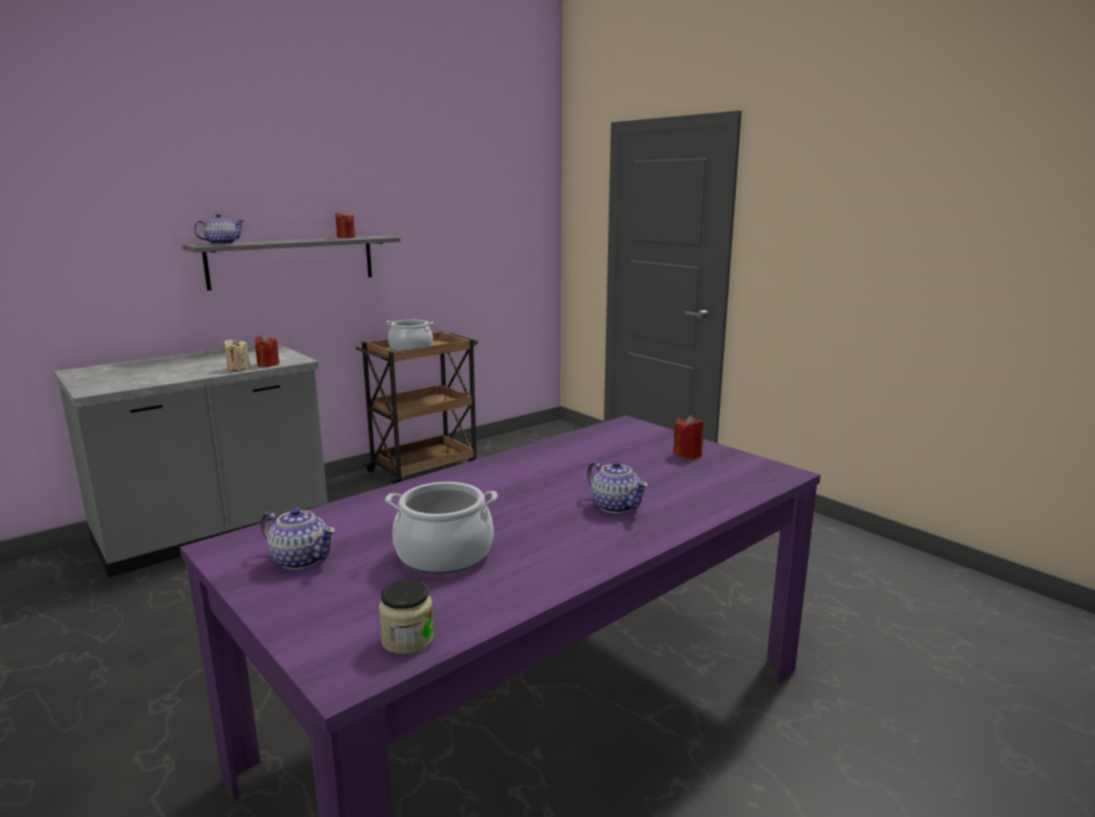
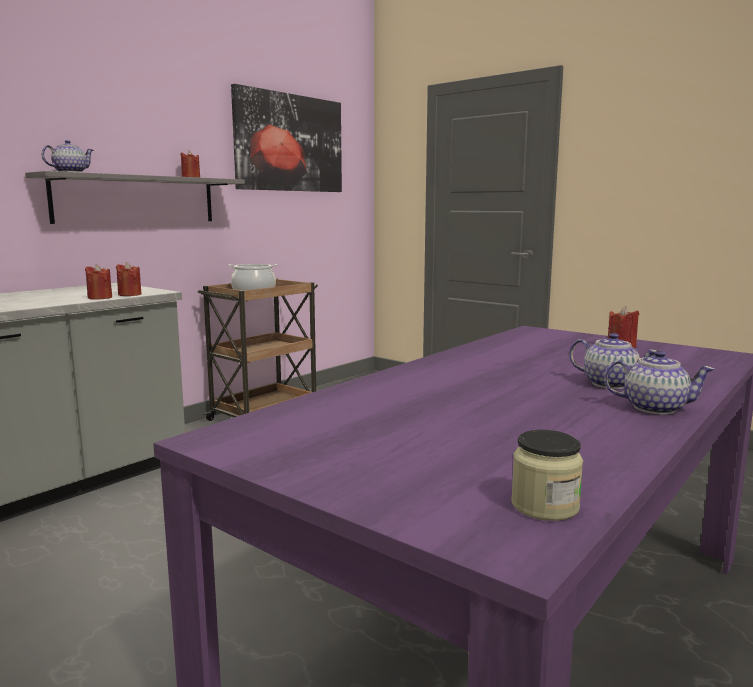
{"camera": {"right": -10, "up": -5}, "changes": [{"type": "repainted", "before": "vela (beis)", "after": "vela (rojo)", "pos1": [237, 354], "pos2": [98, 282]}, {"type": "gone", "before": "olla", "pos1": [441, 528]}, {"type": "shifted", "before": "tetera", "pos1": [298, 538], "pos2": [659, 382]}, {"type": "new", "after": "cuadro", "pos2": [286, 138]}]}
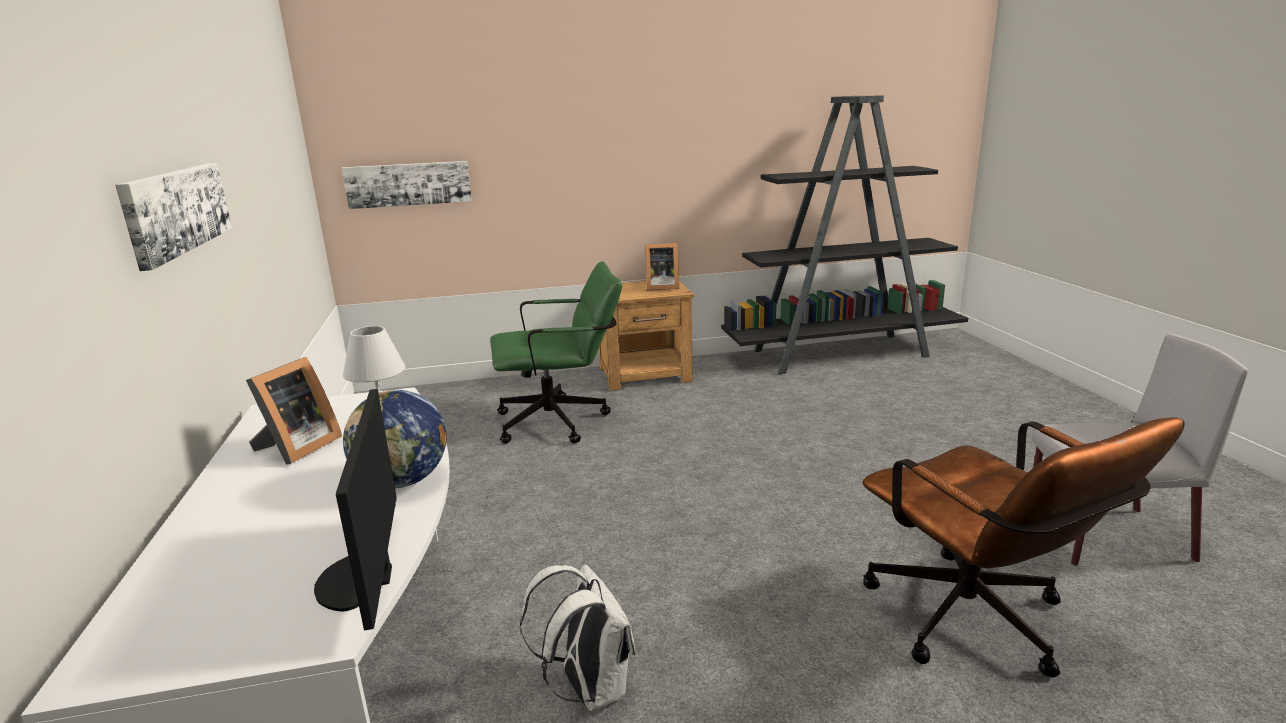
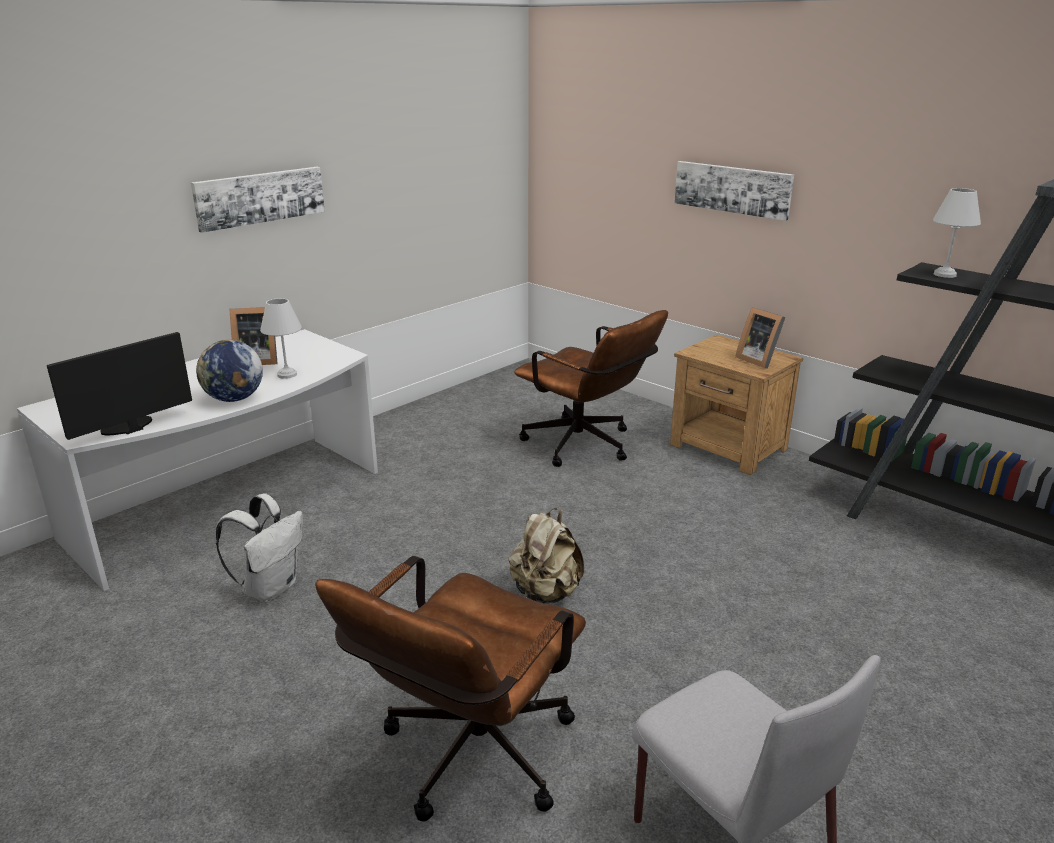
{"camera": {"right": 55, "up": 5}, "changes": [{"type": "shifted", "before": "cuadro", "pos1": [407, 185], "pos2": [734, 191]}, {"type": "repainted", "before": "silla de oficina (verde)", "after": "silla de oficina (marrón)", "pos1": [556, 352], "pos2": [591, 388]}, {"type": "new", "after": "lámpara de mesa (blanco)", "pos2": [957, 233]}, {"type": "new", "after": "mochila (beis)", "pos2": [546, 556]}]}
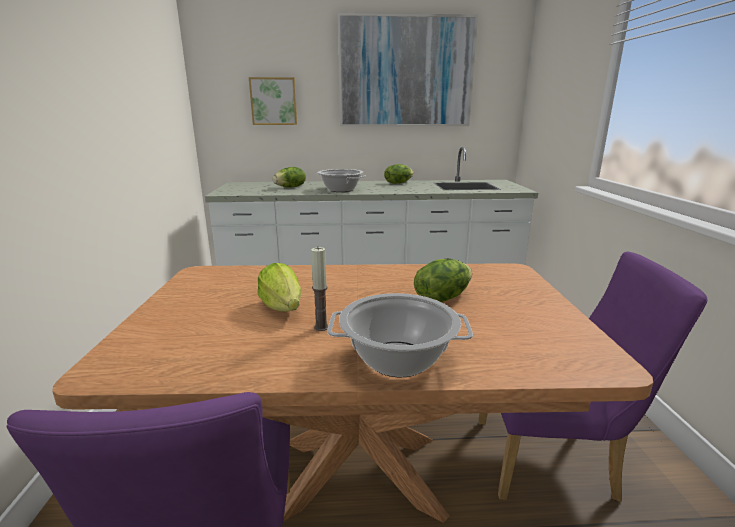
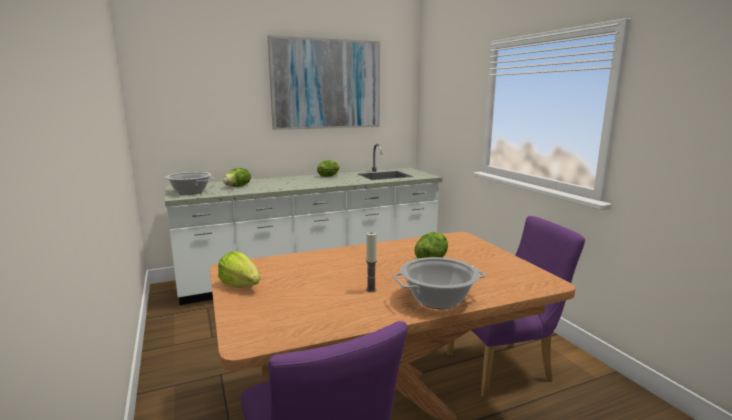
{"camera": {"right": -20, "up": -5}, "changes": [{"type": "gone", "before": "cuadro", "pos1": [273, 101]}, {"type": "shifted", "before": "olla", "pos1": [341, 180], "pos2": [189, 183]}, {"type": "shifted", "before": "lechuga", "pos1": [279, 287], "pos2": [239, 269]}]}
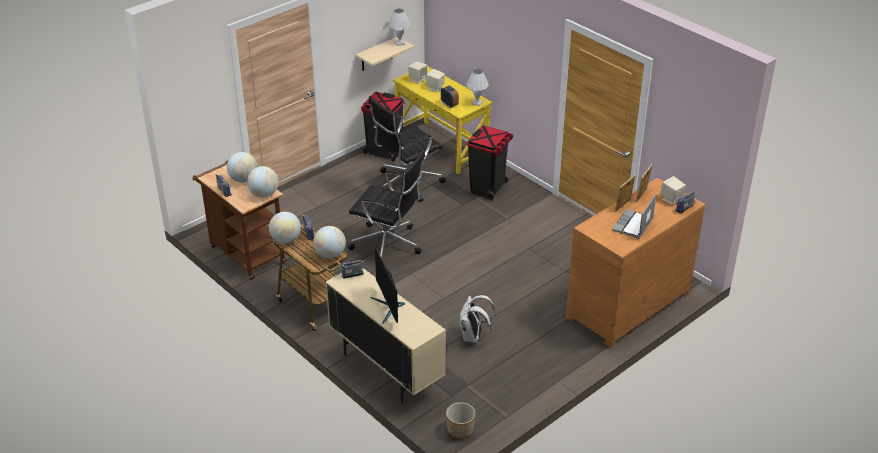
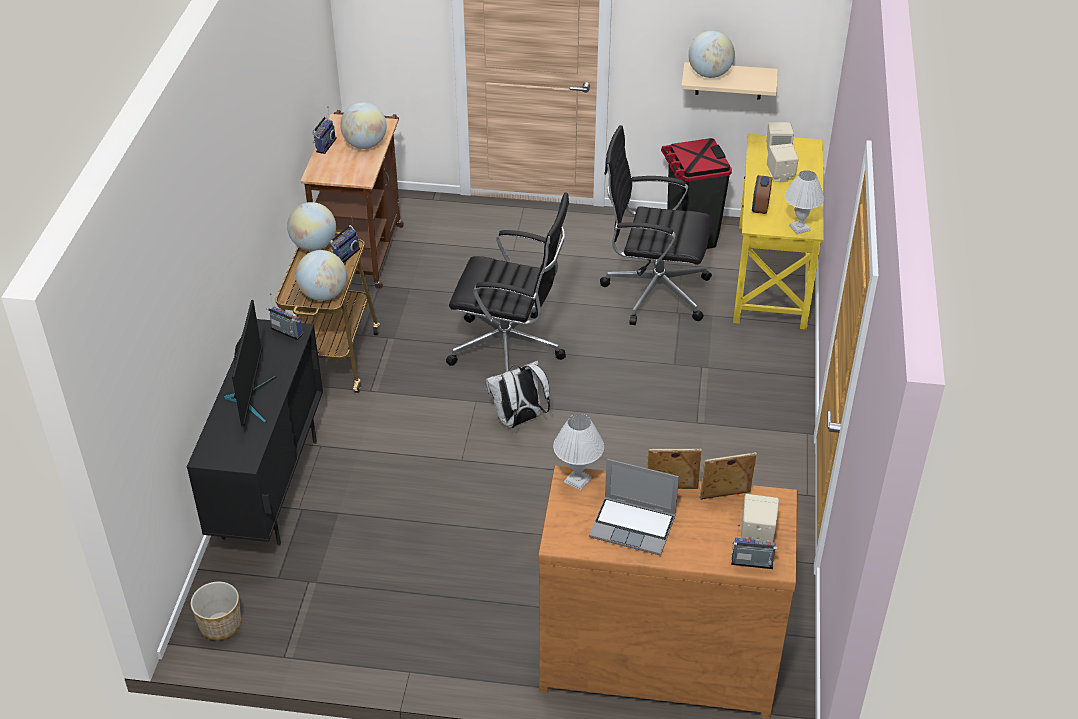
{"camera": {"right": 50, "up": 5}, "changes": [{"type": "shifted", "before": "lámpara de mesa (blanco)", "pos1": [399, 27], "pos2": [578, 452]}, {"type": "gone", "before": "papelera (negro)", "pos1": [490, 162]}, {"type": "rotated", "before": "silla de oficina (negro)", "pos1": [386, 203], "pos2": [507, 282], "turn": -60}, {"type": "shifted", "before": "globo terráqueo", "pos1": [262, 181], "pos2": [711, 54]}, {"type": "rotated", "before": "portátil", "pos1": [634, 216], "pos2": [634, 507], "turn": -150}, {"type": "rotated", "before": "monitor", "pos1": [388, 285], "pos2": [250, 363], "turn": 150}, {"type": "repainted", "before": "armario (beis)", "after": "armario (negro)", "pos1": [386, 335], "pos2": [255, 432]}, {"type": "shifted", "before": "mochila (blanco)", "pos1": [477, 319], "pos2": [517, 394]}]}
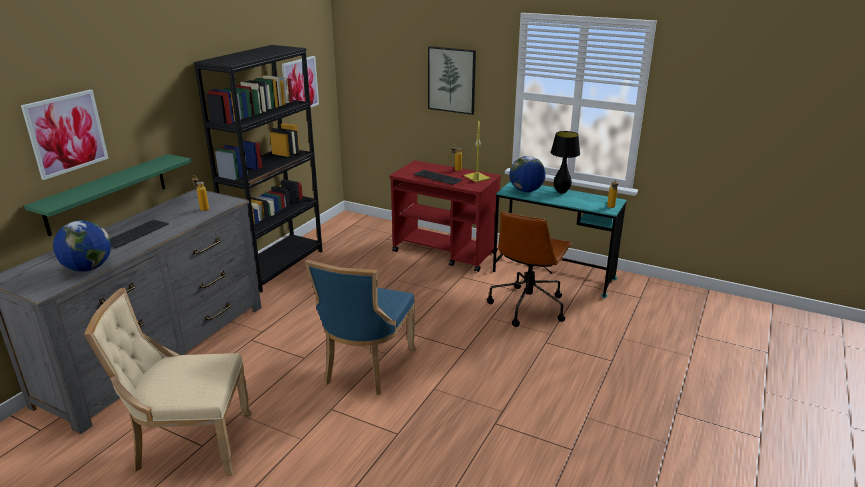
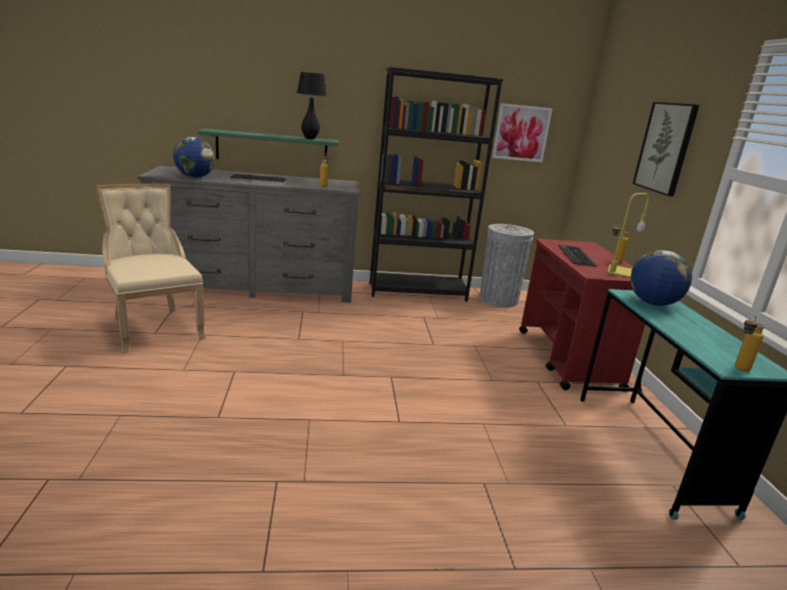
{"camera": {"right": 55, "up": -5}, "changes": [{"type": "gone", "before": "cuadro", "pos1": [65, 135]}, {"type": "shifted", "before": "lámpara de mesa (negro)", "pos1": [565, 162], "pos2": [312, 105]}, {"type": "gone", "before": "silla de oficina (marrón)", "pos1": [529, 269]}, {"type": "gone", "before": "silla (azul)", "pos1": [360, 327]}, {"type": "new", "after": "papelera (gris)", "pos2": [506, 265]}]}
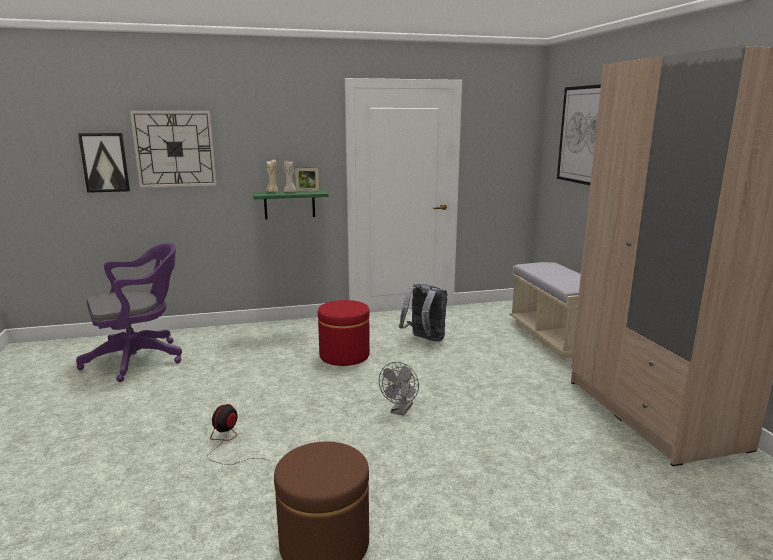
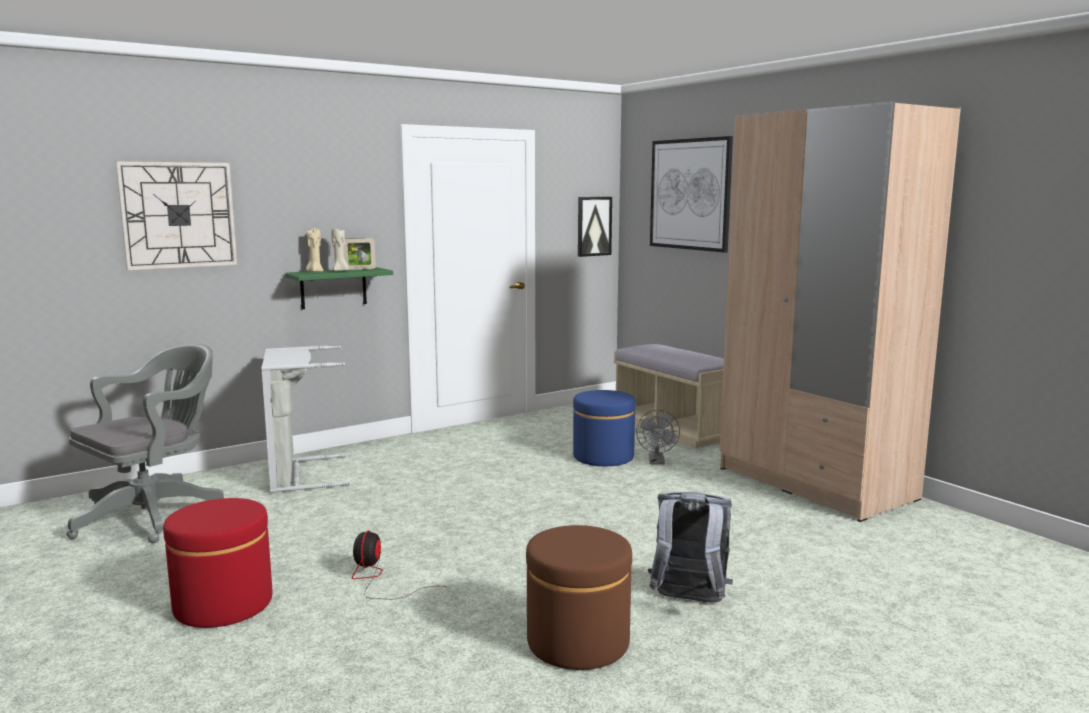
{"camera": {"right": -20, "up": -5}, "changes": [{"type": "shifted", "before": "cuadro", "pos1": [104, 163], "pos2": [595, 227]}, {"type": "repainted", "before": "silla de oficina (morado)", "after": "silla de oficina (gris)", "pos1": [129, 312], "pos2": [145, 443]}, {"type": "shifted", "before": "mochila (gris)", "pos1": [423, 312], "pos2": [690, 547]}, {"type": "shifted", "before": "puf (rojo)", "pos1": [344, 333], "pos2": [218, 563]}, {"type": "shifted", "before": "ventilador (gris)", "pos1": [399, 389], "pos2": [658, 437]}, {"type": "new", "after": "cesto de la ropa (gris)", "pos2": [306, 419]}, {"type": "new", "after": "puf (azul)", "pos2": [604, 428]}]}
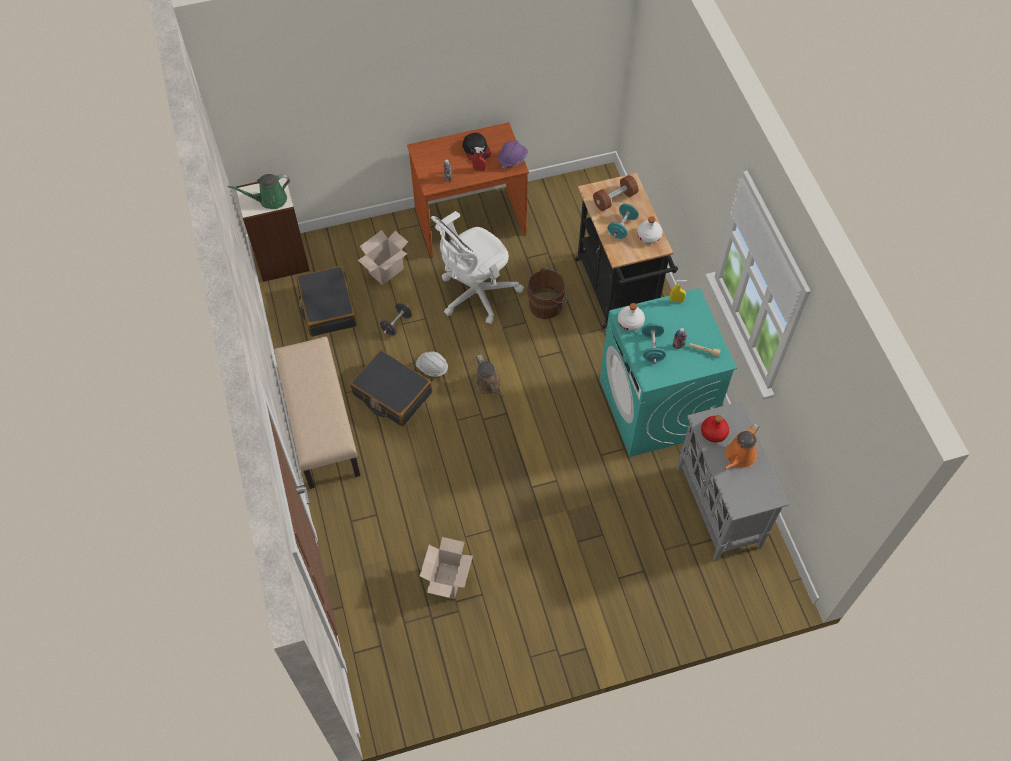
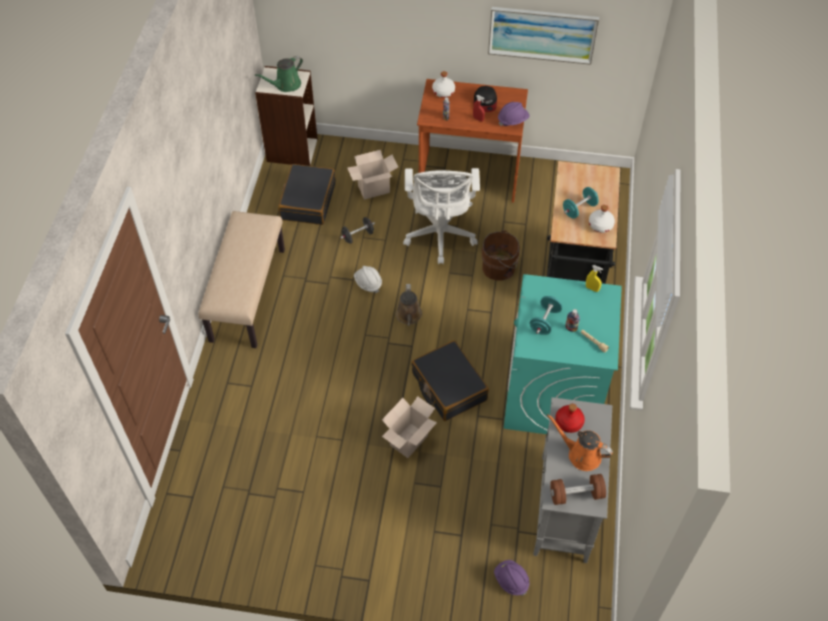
{"camera": {"right": 25, "up": -5}, "changes": [{"type": "rotated", "before": "regadera (verde)", "pos1": [259, 191], "pos2": [279, 74], "turn": -45}, {"type": "shifted", "before": "mancuerna (marrón)", "pos1": [615, 193], "pos2": [578, 489]}, {"type": "rotated", "before": "silla de oficina (blanco)", "pos1": [477, 268], "pos2": [441, 216], "turn": -75}, {"type": "shifted", "before": "botella (blanco)", "pos1": [631, 317], "pos2": [443, 84]}, {"type": "shifted", "before": "maleta (negro)", "pos1": [391, 388], "pos2": [450, 380]}, {"type": "rotated", "before": "regadera (naranja)", "pos1": [741, 446], "pos2": [580, 442], "turn": 60}, {"type": "shifted", "before": "caja de cartón", "pos1": [446, 568], "pos2": [409, 427]}, {"type": "new", "after": "cuadro", "pos2": [543, 36]}, {"type": "new", "after": "casco (morado)", "pos2": [512, 578]}]}
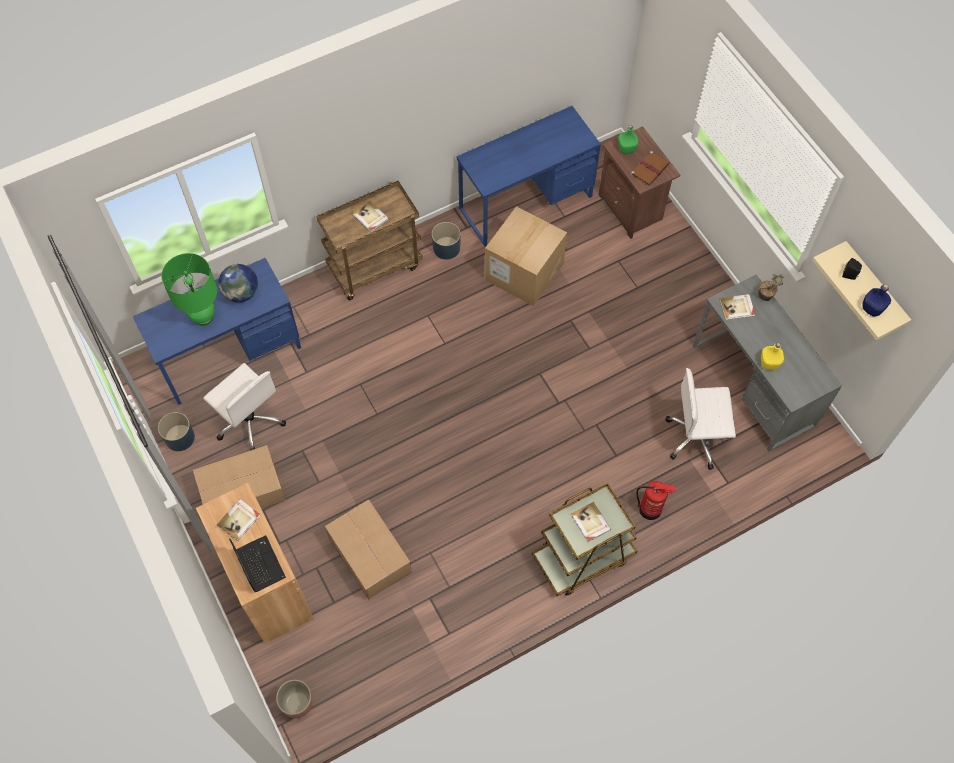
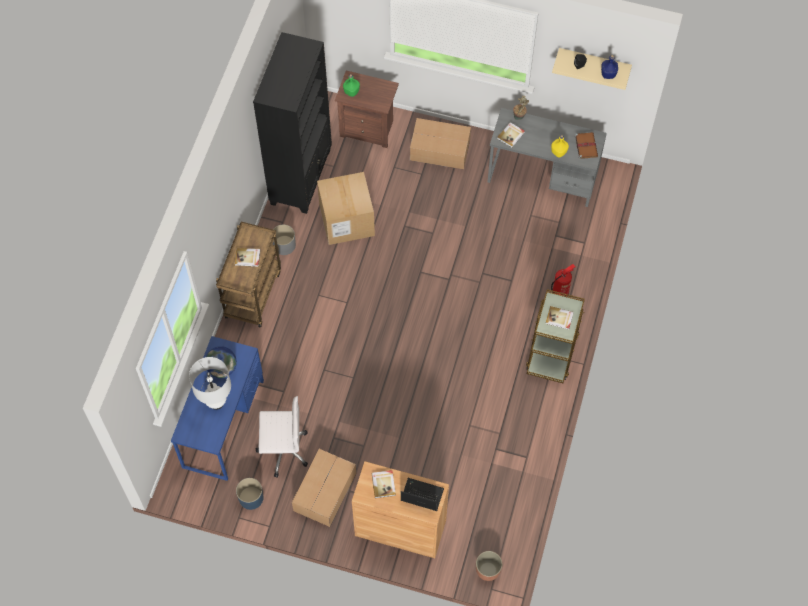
{"camera": {"right": -45, "up": 0}, "changes": [{"type": "swapped", "before": "escritorio (azul)", "after": "estantería (negro)", "pos1": [529, 176], "pos2": [292, 123]}, {"type": "shifted", "before": "libro (marrón)", "pos1": [650, 168], "pos2": [586, 145]}, {"type": "repainted", "before": "maceta (azul)", "after": "maceta (gris)", "pos1": [446, 241], "pos2": [284, 239]}, {"type": "repainted", "before": "lámpara de mesa (verde)", "after": "lámpara de mesa (blanco)", "pos1": [189, 289], "pos2": [210, 383]}, {"type": "gone", "before": "silla de oficina (blanco)", "pos1": [700, 419]}, {"type": "shifted", "before": "caja de cartón", "pos1": [368, 549], "pos2": [440, 143]}]}
